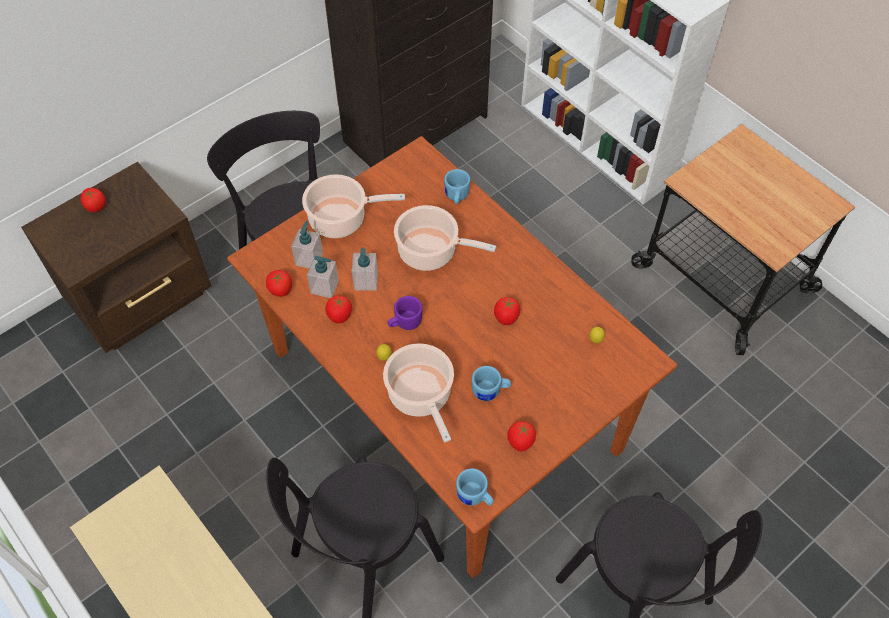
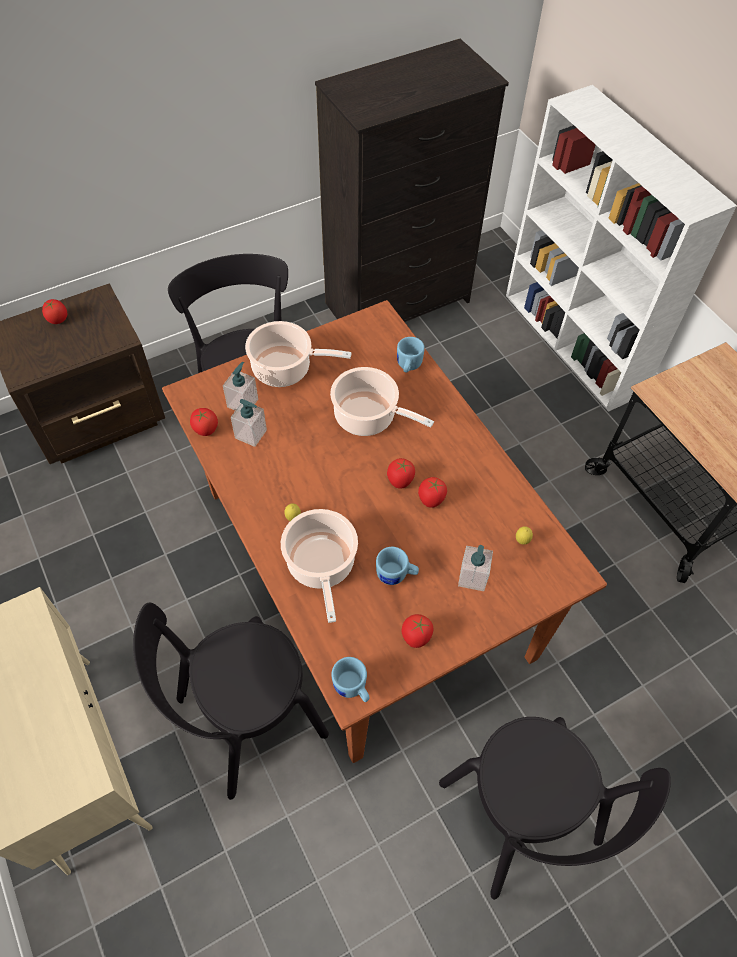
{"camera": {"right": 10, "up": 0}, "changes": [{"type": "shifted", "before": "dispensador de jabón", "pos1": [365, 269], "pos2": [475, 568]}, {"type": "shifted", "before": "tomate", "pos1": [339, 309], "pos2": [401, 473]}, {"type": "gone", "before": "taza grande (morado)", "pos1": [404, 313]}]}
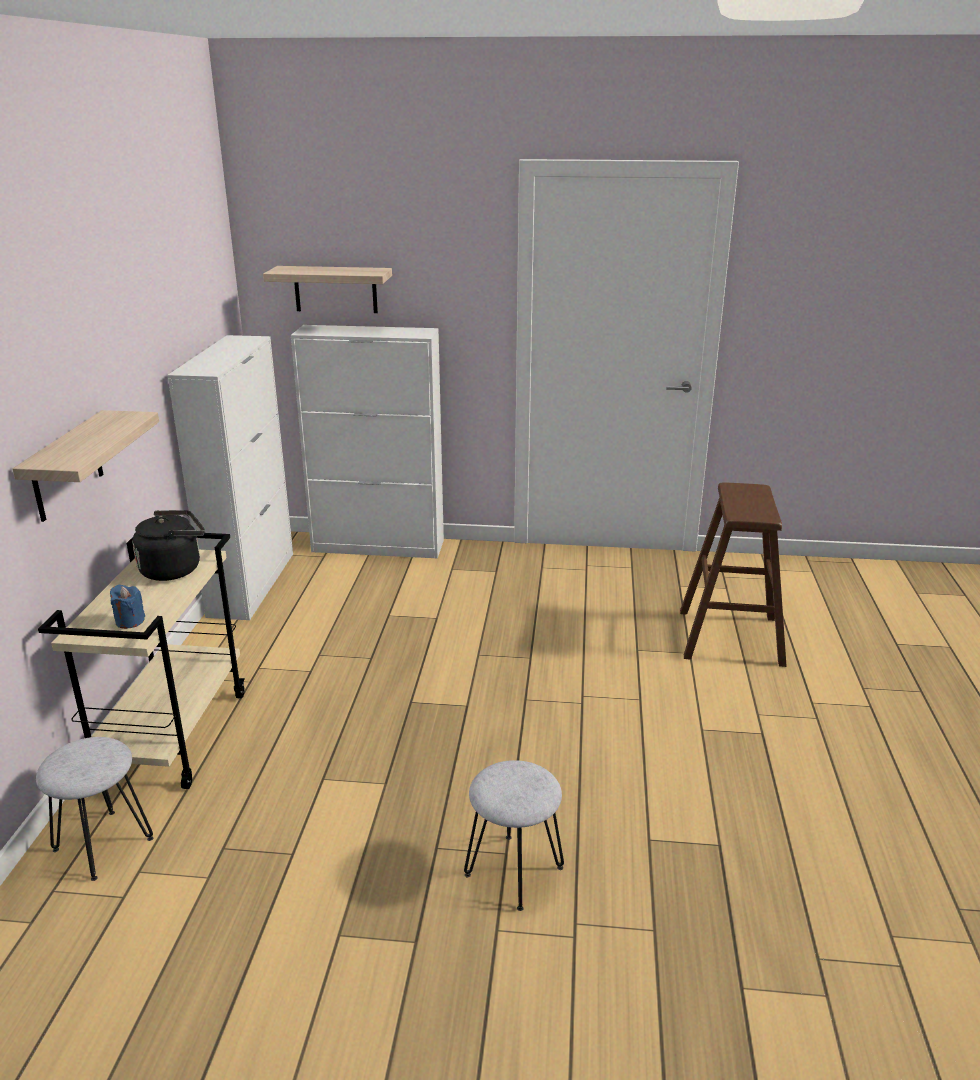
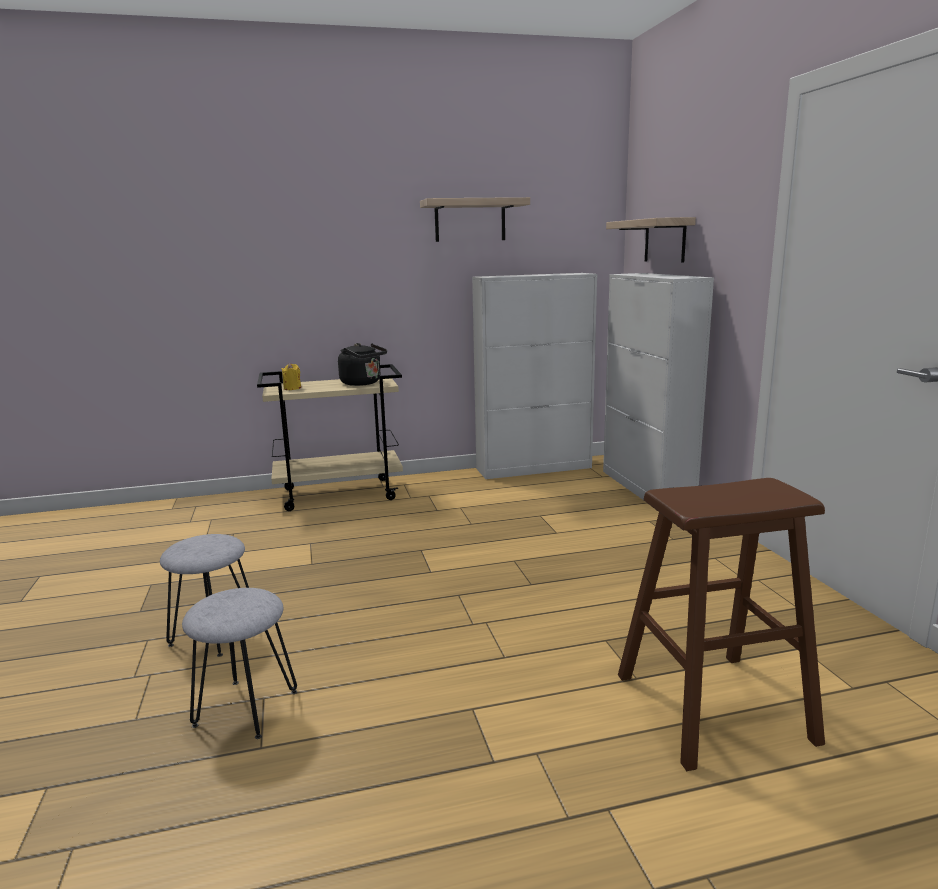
{"camera": {"right": 70, "up": -10}, "changes": [{"type": "shifted", "before": "estante", "pos1": [85, 466], "pos2": [475, 219]}, {"type": "repainted", "before": "vela (azul)", "after": "vela (amarillo)", "pos1": [127, 607], "pos2": [291, 376]}, {"type": "shifted", "before": "taburete (gris)", "pos1": [94, 809], "pos2": [239, 663]}]}
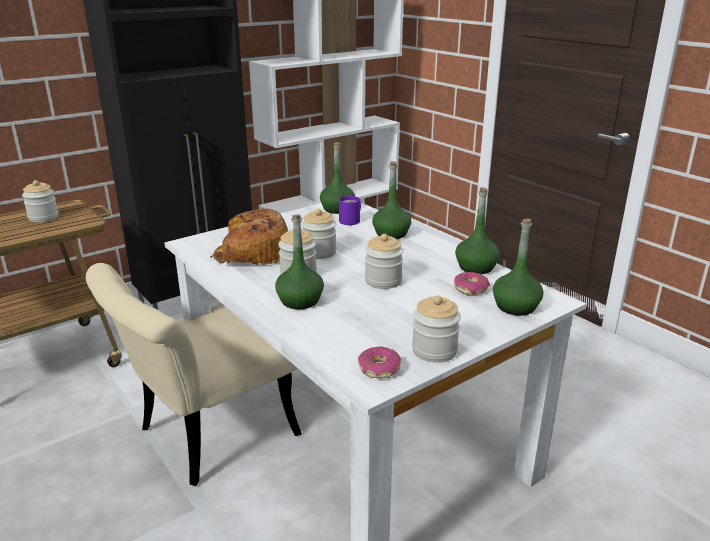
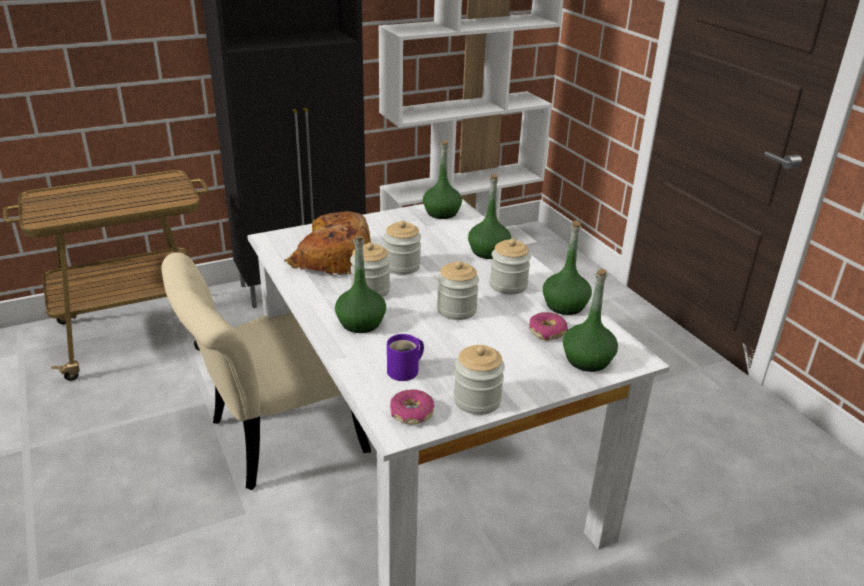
{"camera": {"right": 10, "up": 5}, "changes": [{"type": "shifted", "before": "tarro", "pos1": [40, 201], "pos2": [510, 267]}, {"type": "shifted", "before": "taza grande (morado)", "pos1": [350, 210], "pos2": [405, 357]}]}
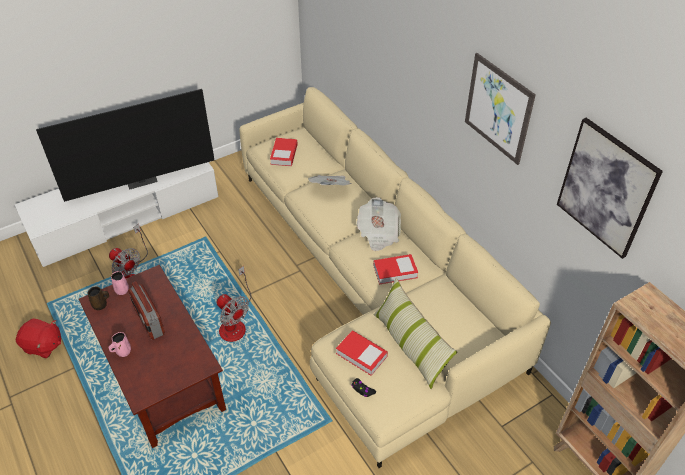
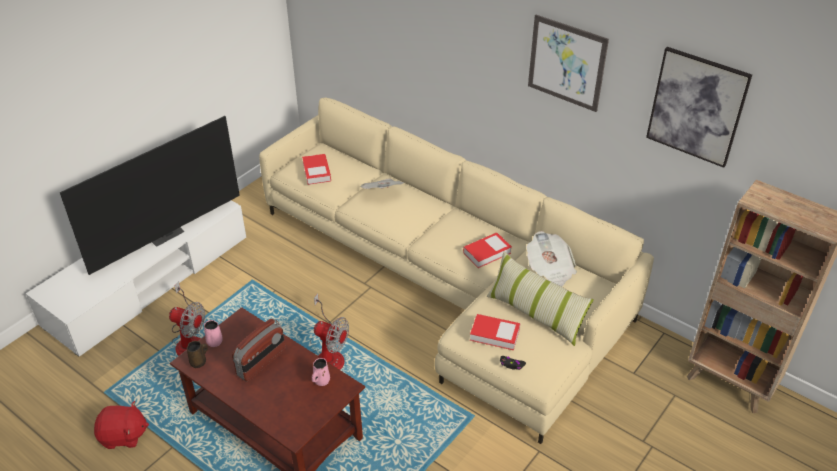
{"camera": {"right": -20, "up": -5}, "changes": [{"type": "shifted", "before": "periódico", "pos1": [378, 224], "pos2": [551, 259]}, {"type": "rotated", "before": "radio", "pos1": [146, 310], "pos2": [259, 350], "turn": -90}, {"type": "shifted", "before": "taza grande (rosa)", "pos1": [119, 344], "pos2": [321, 372]}]}
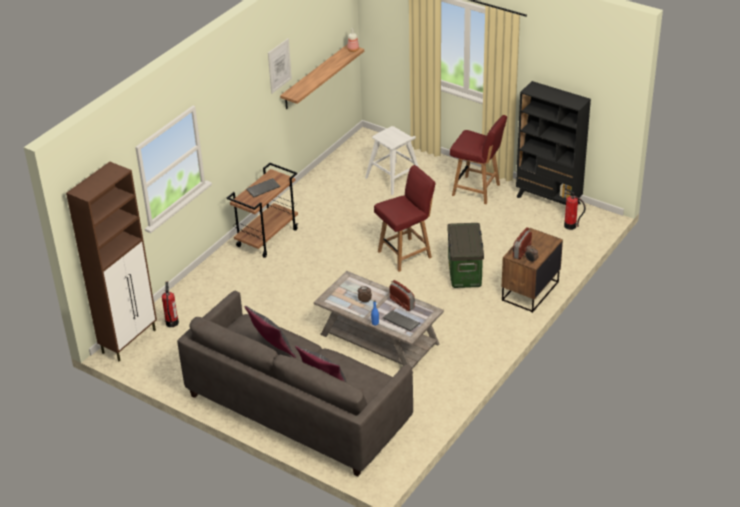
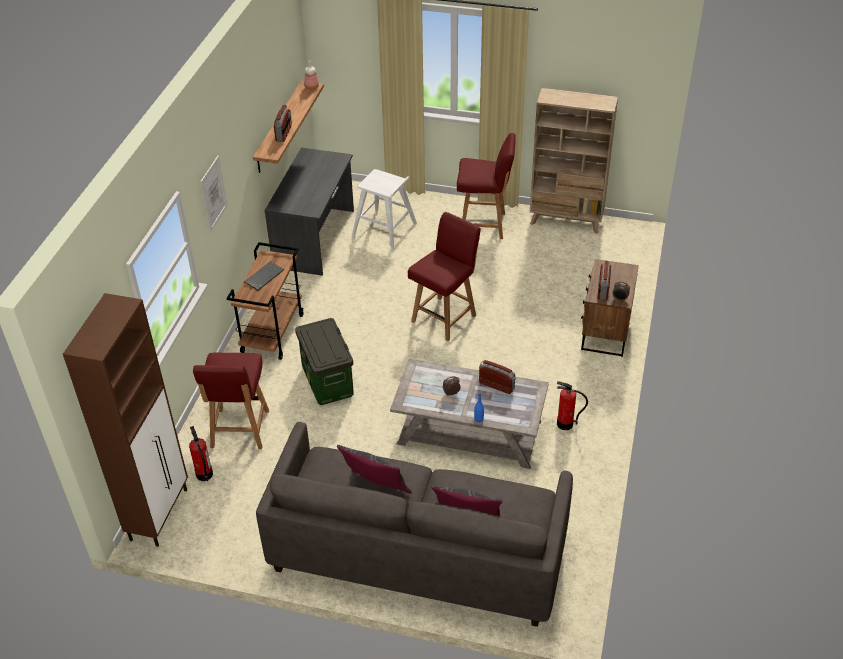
{"camera": {"right": -20, "up": 5}, "changes": [{"type": "shifted", "before": "cuadro", "pos1": [280, 66], "pos2": [213, 194]}, {"type": "repainted", "before": "estantería (negro)", "after": "estantería (beis)", "pos1": [553, 143], "pos2": [574, 161]}, {"type": "shifted", "before": "extintor", "pos1": [575, 209], "pos2": [572, 405]}, {"type": "shifted", "before": "caja de almacenaje", "pos1": [465, 255], "pos2": [324, 361]}, {"type": "gone", "before": "teclado", "pos1": [401, 320]}, {"type": "new", "after": "radio", "pos2": [283, 123]}, {"type": "new", "after": "escritorio (gris)", "pos2": [309, 212]}, {"type": "new", "after": "silla (rojo)", "pos2": [231, 400]}]}
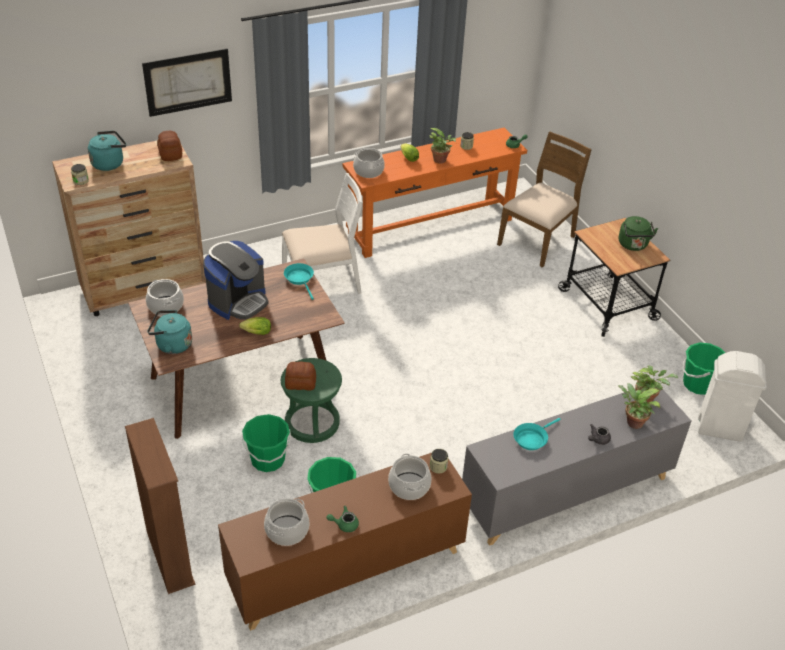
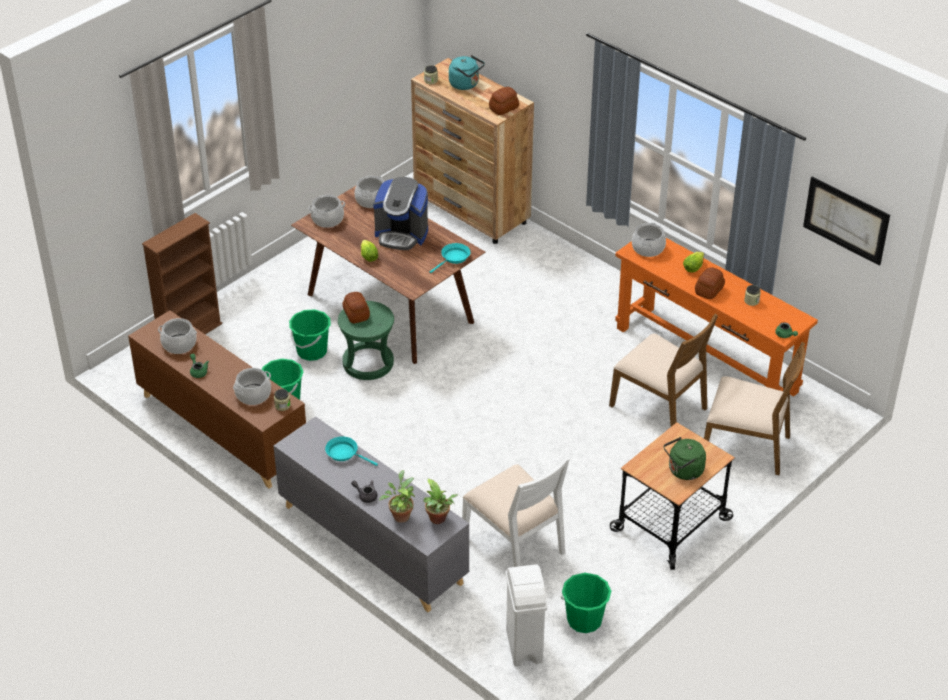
{"camera": {"right": 70, "up": 0}, "changes": [{"type": "shifted", "before": "cuadro", "pos1": [187, 82], "pos2": [846, 221]}, {"type": "swapped", "before": "planta en maceta", "after": "pan", "pos1": [443, 146], "pos2": [710, 283]}, {"type": "shifted", "before": "silla (blanco)", "pos1": [322, 233], "pos2": [516, 512]}, {"type": "swapped", "before": "hervidor (turquesa)", "after": "olla", "pos1": [169, 332], "pos2": [326, 211]}, {"type": "new", "after": "silla (marrón)", "pos2": [663, 370]}]}
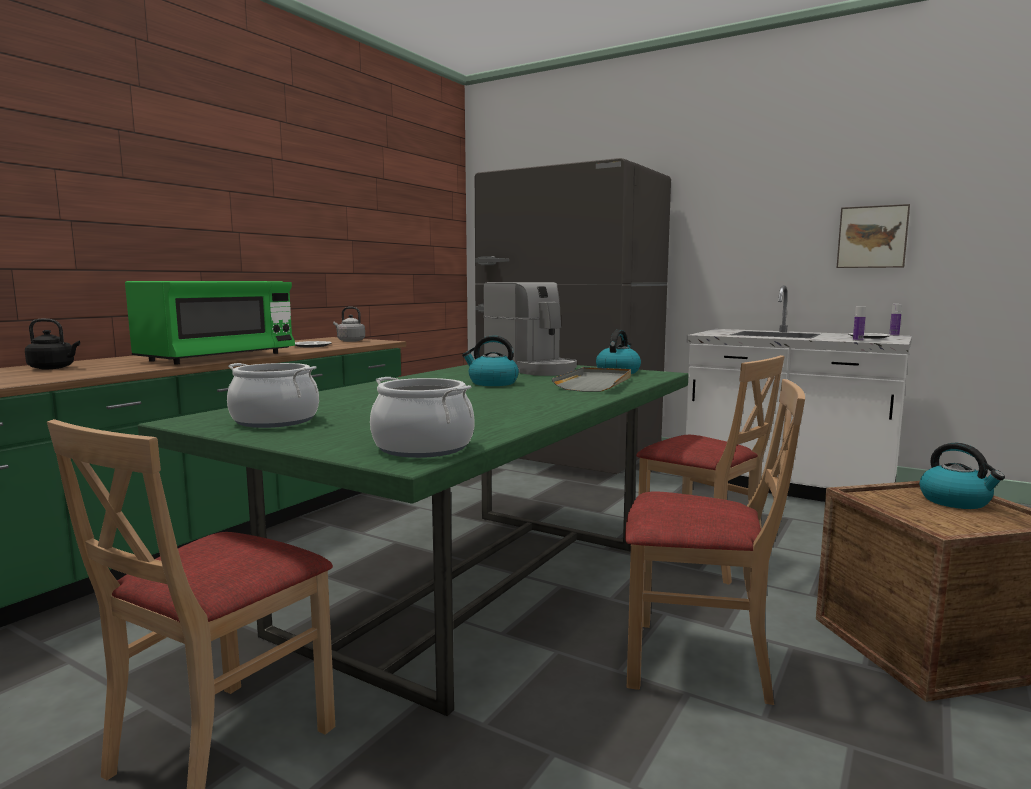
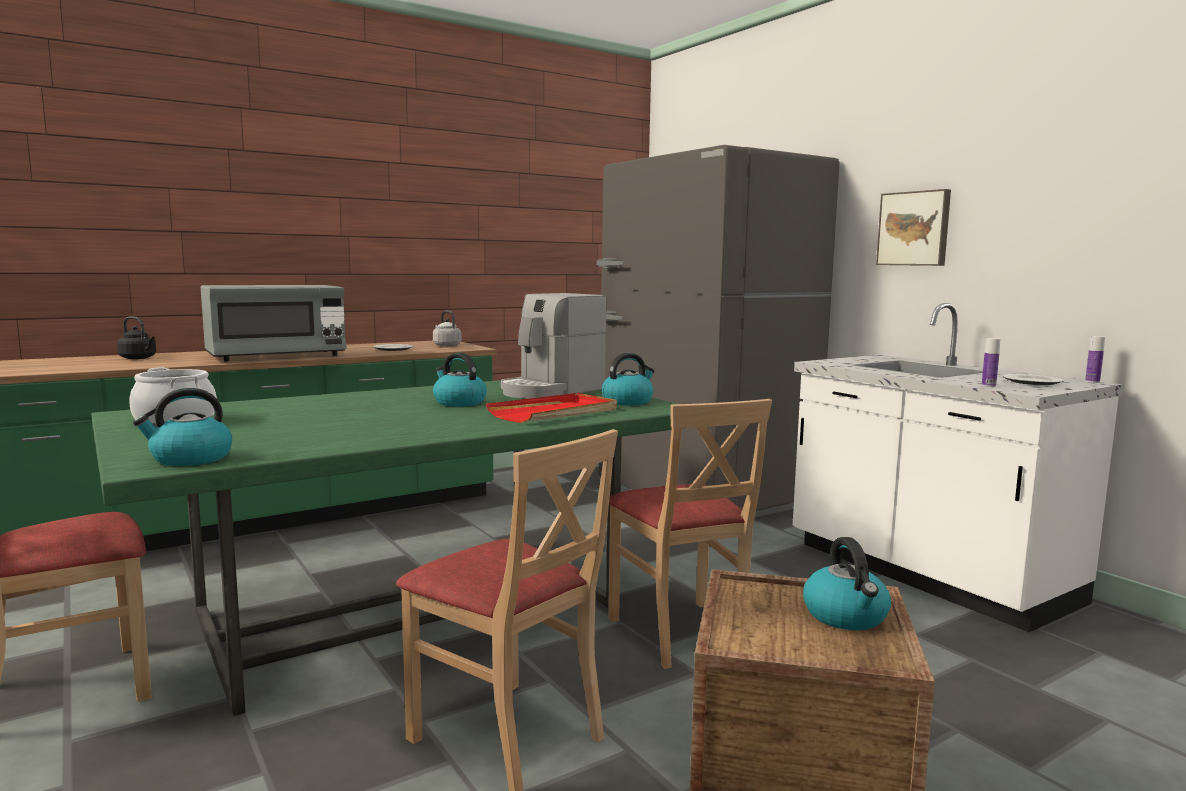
{"camera": {"right": 25, "up": 0}, "changes": [{"type": "shifted", "before": "cuadro", "pos1": [873, 236], "pos2": [913, 227]}, {"type": "repainted", "before": "microondas (verde)", "after": "microondas (gris)", "pos1": [210, 322], "pos2": [274, 323]}, {"type": "rotated", "before": "cafetera", "pos1": [530, 329], "pos2": [554, 346], "turn": 60}, {"type": "repainted", "before": "bandeja (gris)", "after": "bandeja (rojo)", "pos1": [591, 379], "pos2": [551, 408]}, {"type": "swapped", "before": "olla", "after": "hervidor", "pos1": [422, 417], "pos2": [182, 427]}]}
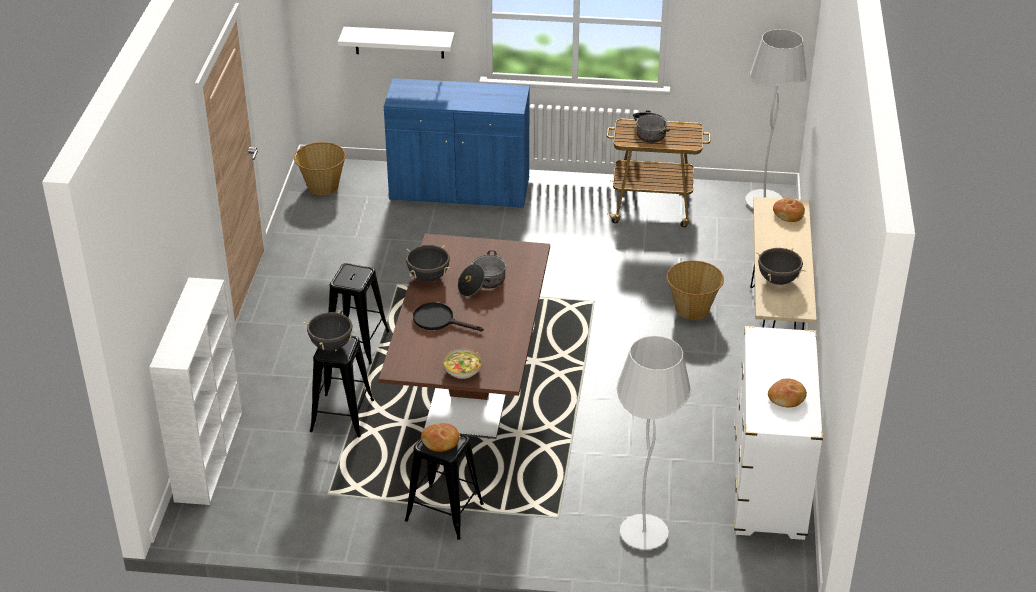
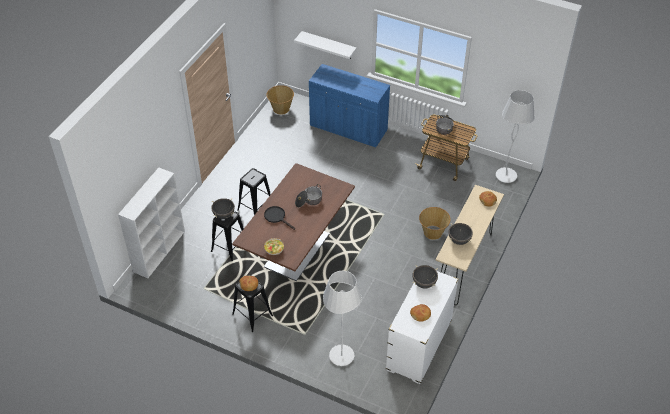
{"camera": {"right": 20, "up": 10}, "changes": [{"type": "shifted", "before": "olla (negro)", "pos1": [428, 263], "pos2": [425, 277]}]}
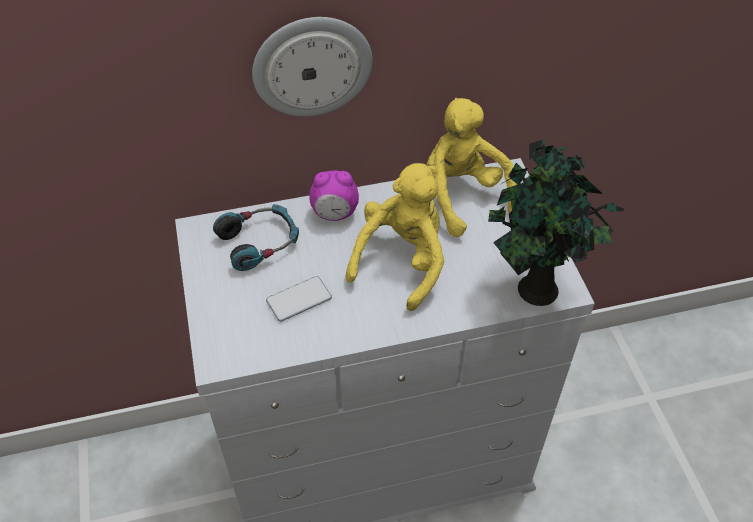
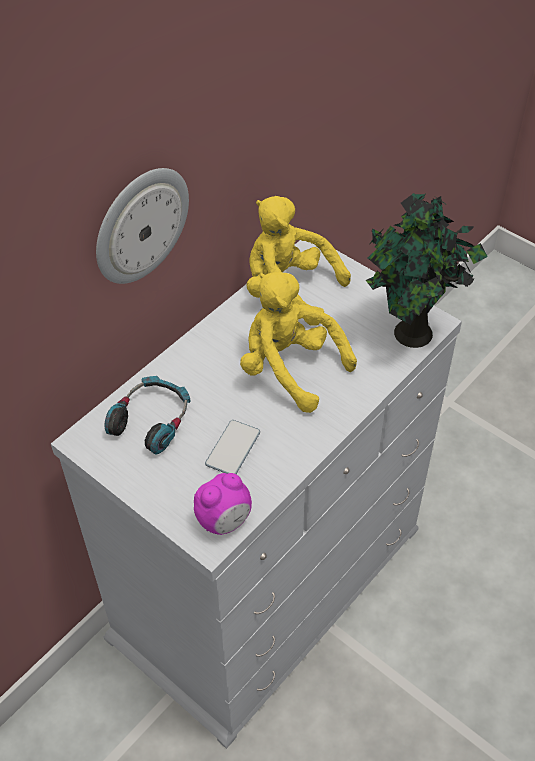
{"camera": {"right": -35, "up": 0}, "changes": [{"type": "rotated", "before": "peluche (amarillo)", "pos1": [395, 237], "pos2": [298, 342], "turn": -45}, {"type": "shifted", "before": "despertador", "pos1": [334, 196], "pos2": [223, 504]}]}
